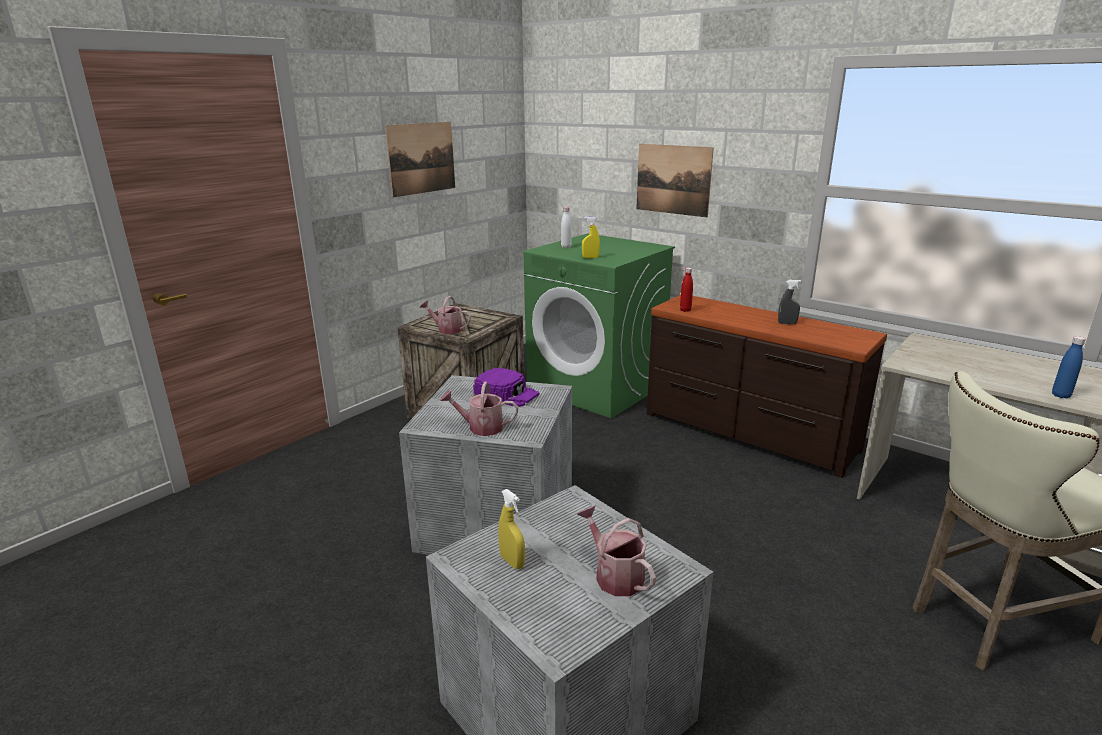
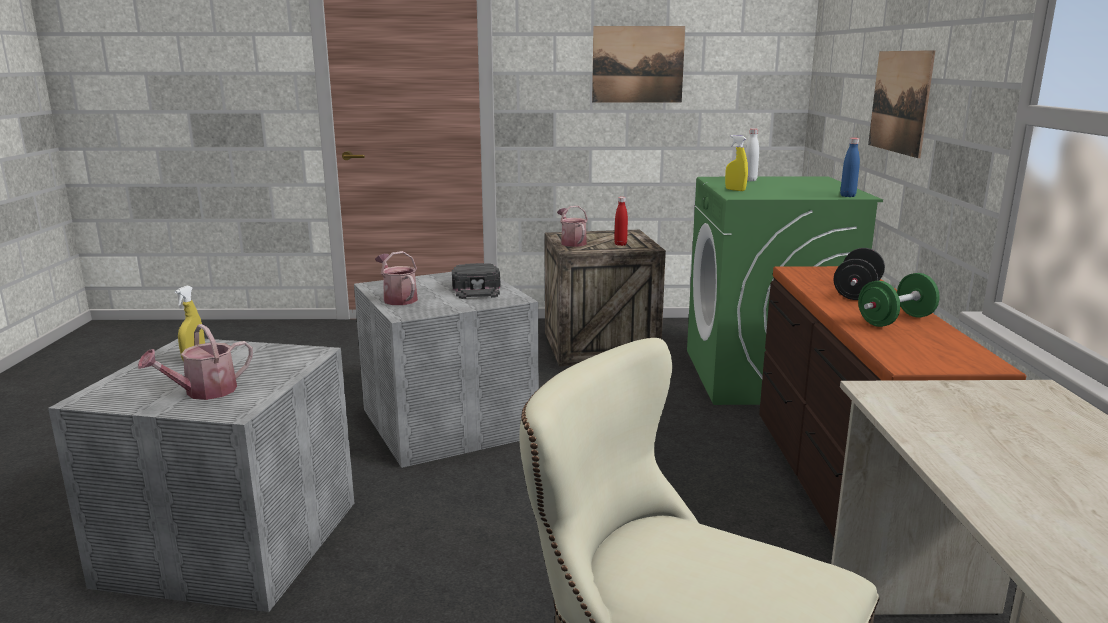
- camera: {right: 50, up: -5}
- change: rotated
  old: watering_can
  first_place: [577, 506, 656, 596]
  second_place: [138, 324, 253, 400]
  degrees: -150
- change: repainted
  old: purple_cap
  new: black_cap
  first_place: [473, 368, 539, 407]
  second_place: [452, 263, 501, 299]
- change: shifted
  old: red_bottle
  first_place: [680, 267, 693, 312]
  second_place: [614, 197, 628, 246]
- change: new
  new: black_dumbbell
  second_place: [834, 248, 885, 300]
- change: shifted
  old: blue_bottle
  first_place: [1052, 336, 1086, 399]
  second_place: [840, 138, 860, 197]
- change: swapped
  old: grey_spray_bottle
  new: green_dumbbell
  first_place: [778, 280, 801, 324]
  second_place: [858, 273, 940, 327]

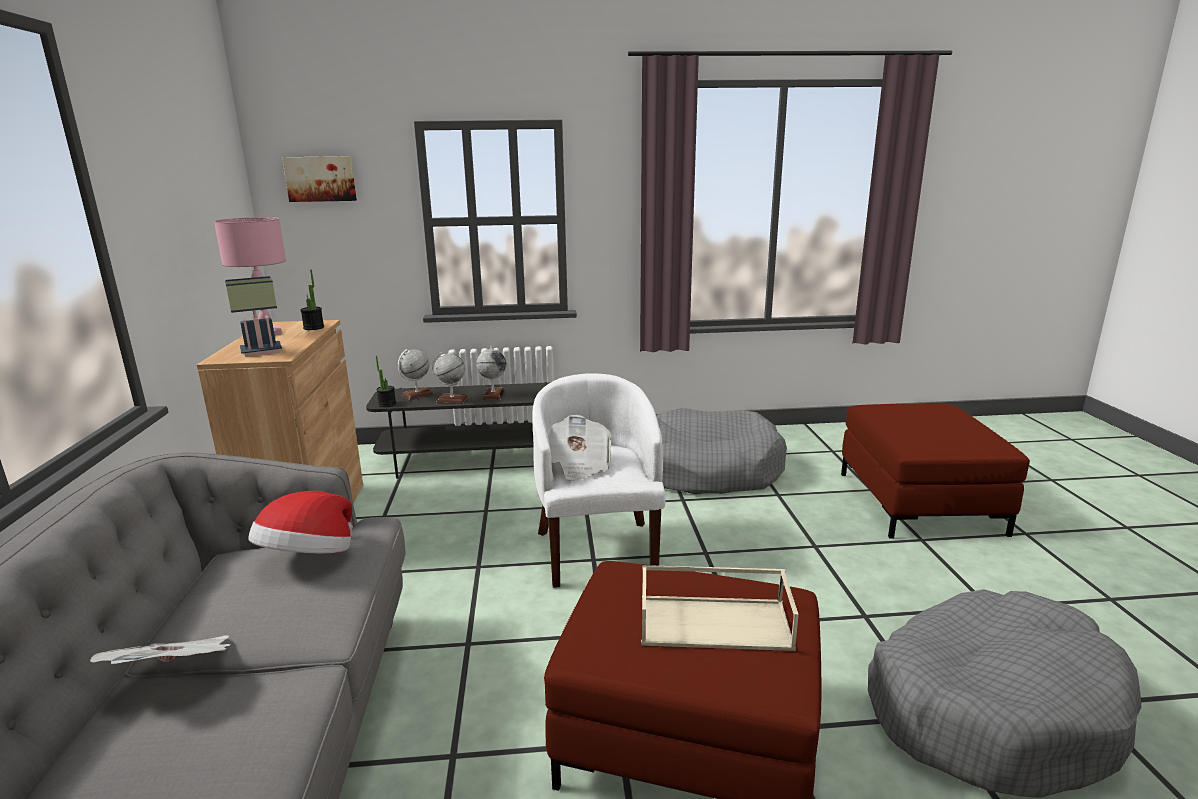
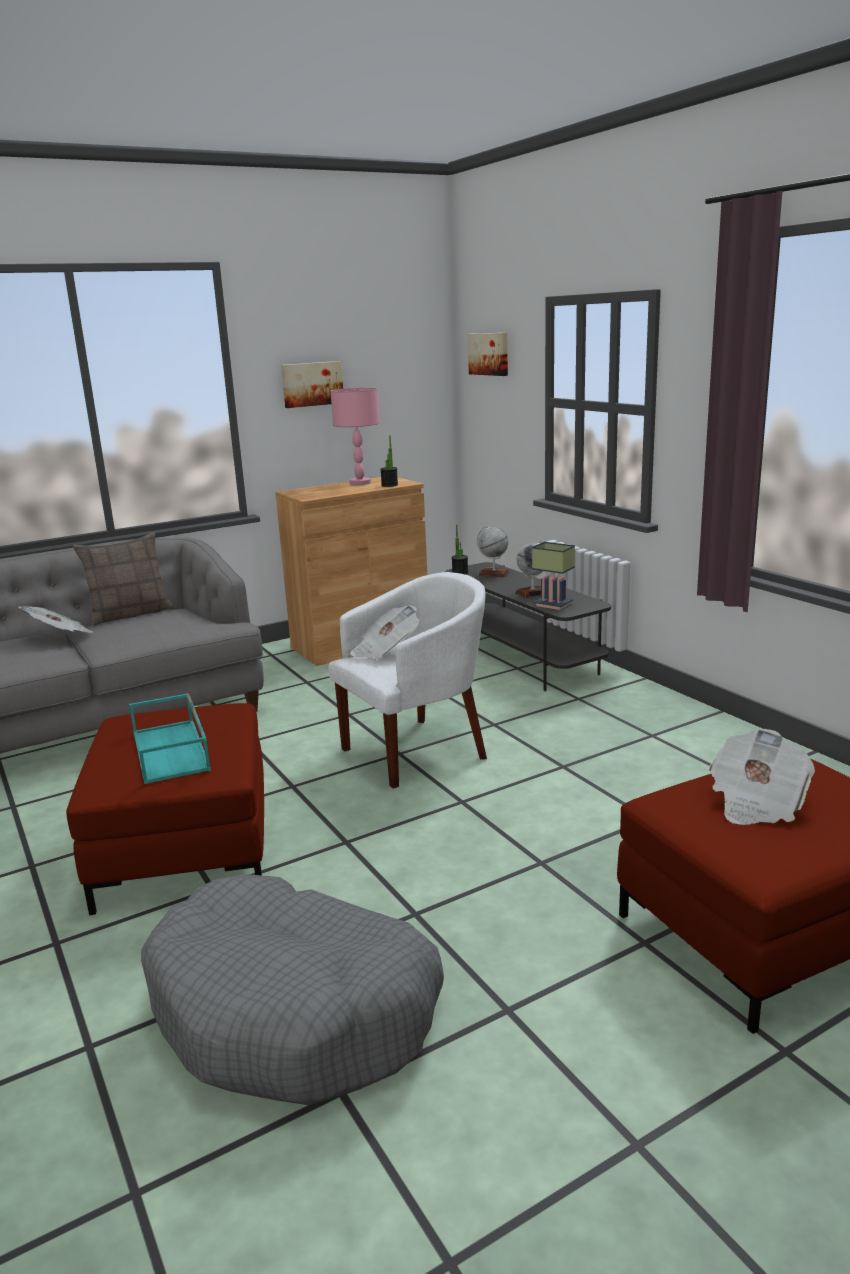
- camera: {right: 65, up: 0}
- change: new
  new: pillow
  second_place: [73, 532, 174, 626]
- change: repainted
  old: beige_tray
  new: turquoise_tray
  first_place: [641, 565, 799, 651]
  second_place: [129, 693, 211, 784]
- change: new
  new: picture
  second_place: [281, 361, 343, 408]
- change: shifted
  old: table_lamp
  first_place: [225, 276, 282, 357]
  second_place: [532, 542, 575, 610]
- change: new
  new: newspaper
  second_place: [709, 729, 815, 825]
- change: gone
  old: hat
  first_place: [248, 491, 353, 553]
- change: gone
  old: globe
  first_place: [432, 352, 469, 404]
- change: gone
  old: grey_dog_bed
  first_place: [656, 408, 787, 495]

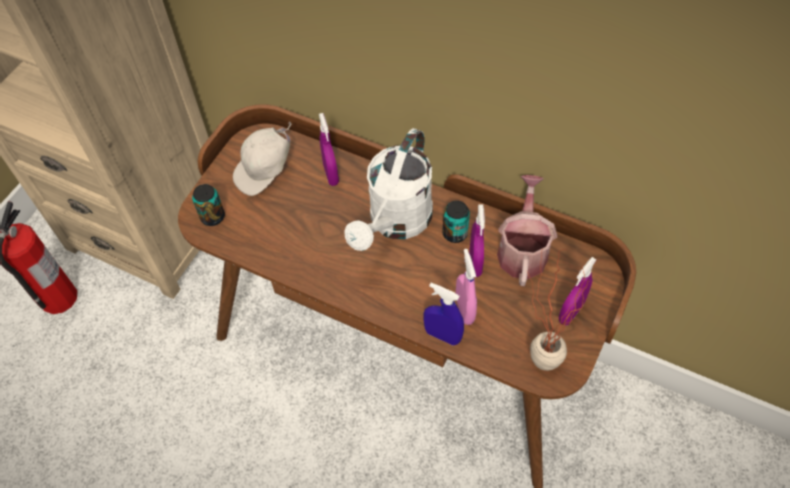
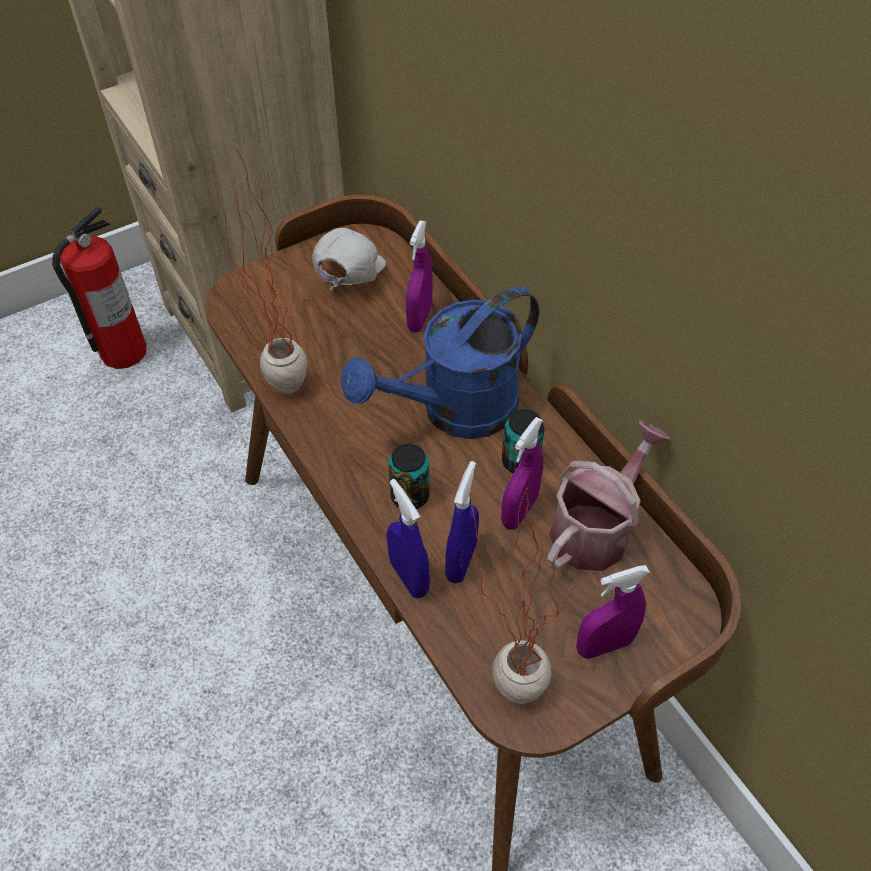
- camera: {right: 30, up: -5}
- change: new
  new: potted_plant
  second_place: [214, 146, 307, 394]
- change: rotated
  old: white_cap
  first_place: [233, 121, 292, 196]
  second_place: [312, 228, 386, 290]
  degrees: 120
- change: repainted
  old: white_watering_can
  new: blue_watering_can
  first_place: [344, 128, 433, 251]
  second_place: [341, 287, 539, 439]
- change: shifted
  old: can
  first_place: [192, 184, 225, 226]
  second_place: [388, 444, 430, 509]
- change: repainted
  old: pink_spray_bottle
  new: blue_spray_bottle
  first_place: [456, 249, 477, 325]
  second_place: [445, 461, 479, 583]

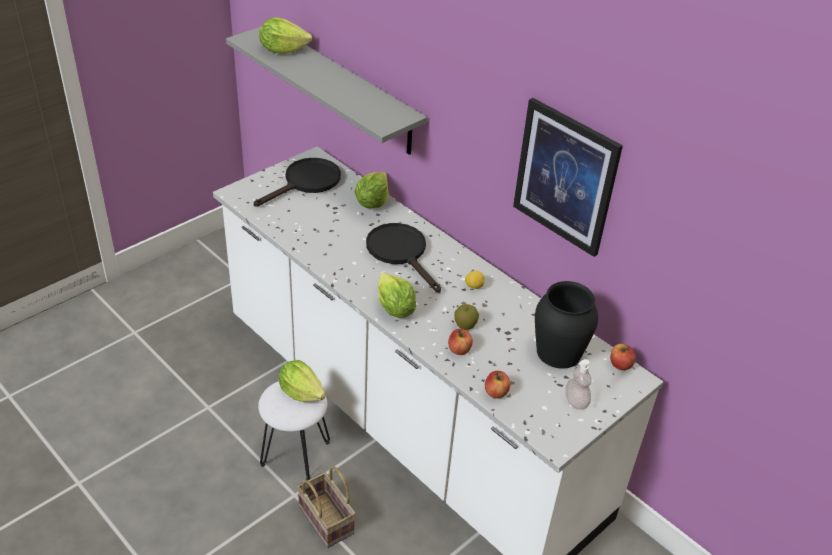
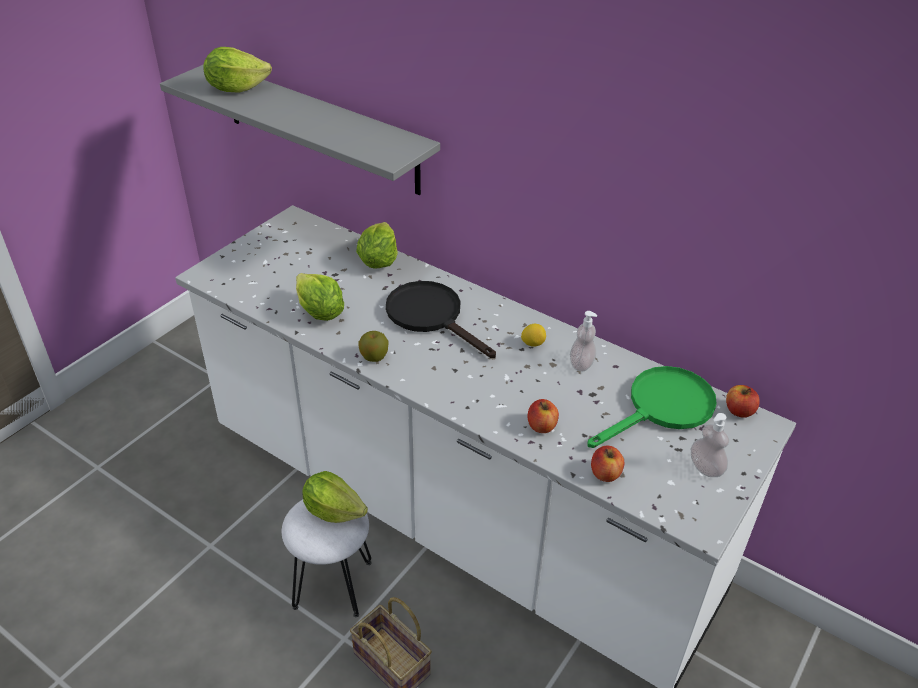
- camera: {right: -10, up: 0}
- change: shifted
  old: lettuce
  first_place: [378, 272, 416, 318]
  second_place: [296, 273, 344, 321]
- change: shifted
  old: apple
  first_place: [454, 304, 479, 330]
  second_place: [358, 331, 388, 362]
- change: new
  new: soap_dispenser
  second_place: [570, 311, 597, 371]
- change: swapped
  old: black_vase
  new: green_frying_pan
  first_place: [535, 281, 598, 369]
  second_place: [588, 366, 717, 448]
- change: gone
  old: black_frying_pan
  first_place: [254, 158, 341, 206]
- change: gone
  old: picture
  first_place: [513, 98, 623, 257]

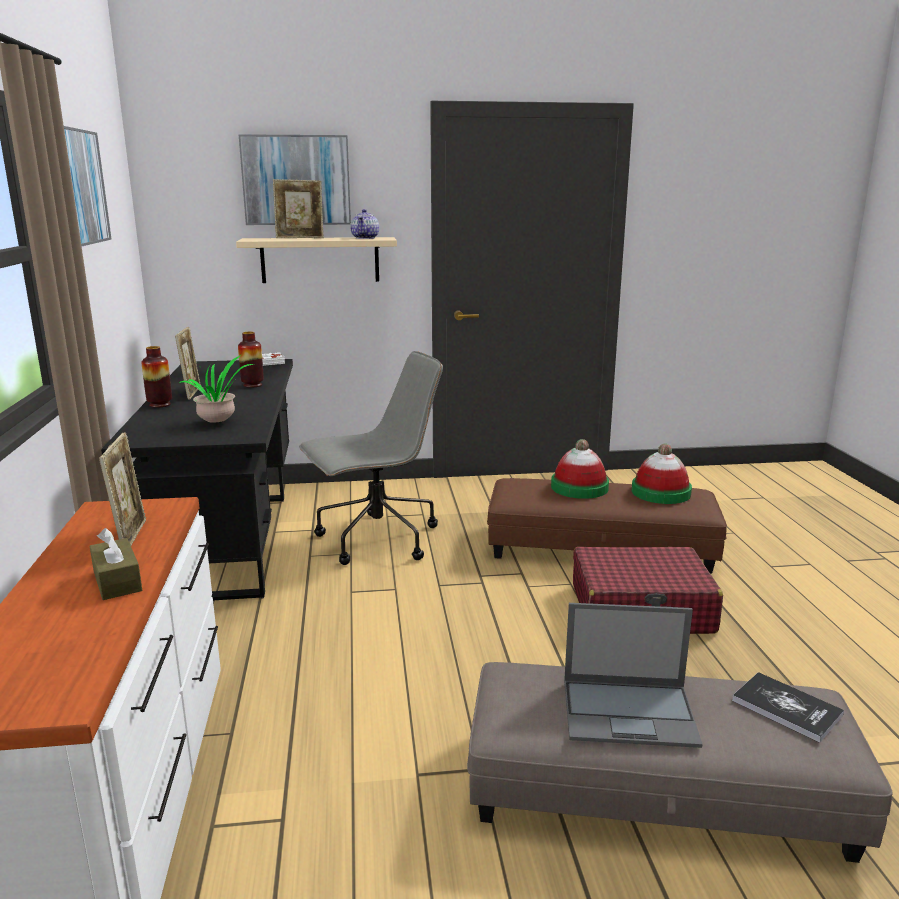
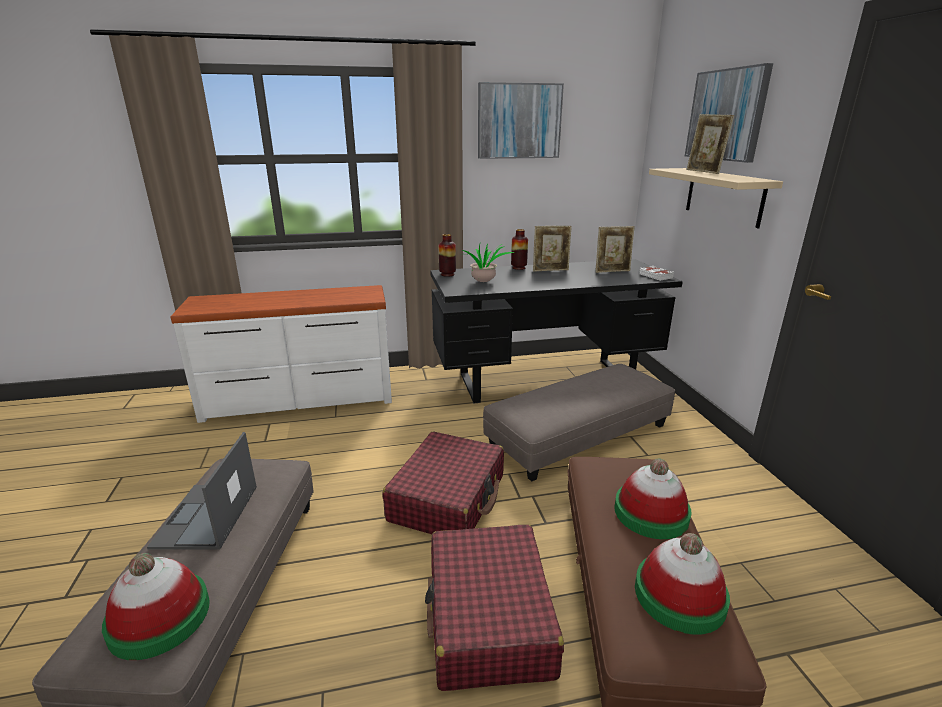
- camera: {right: 85, up: 5}
- change: swapped
  old: book
  new: hat
  first_place: [732, 672, 844, 743]
  second_place: [102, 553, 210, 660]
- change: new
  new: red_suitcase
  second_place: [383, 432, 504, 534]
- change: shifted
  old: vase
  first_place: [238, 332, 264, 388]
  second_place: [439, 234, 456, 277]
- change: swapped
  old: grey_office_chair
  new: grey_ottoman
  first_place: [299, 351, 443, 565]
  second_place: [483, 364, 675, 482]
- change: shifted
  old: picture_frame
  first_place: [99, 432, 146, 545]
  second_place: [595, 226, 635, 273]
- change: gone
  old: brown_tissue_box
  first_place: [90, 528, 142, 600]
- change: gone
  old: teapot
  first_place: [350, 209, 379, 239]

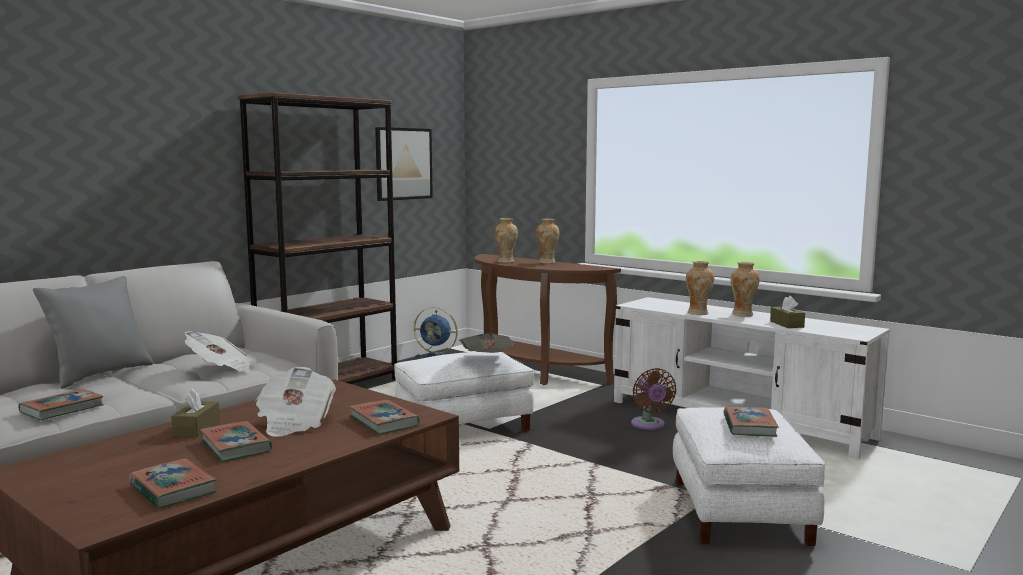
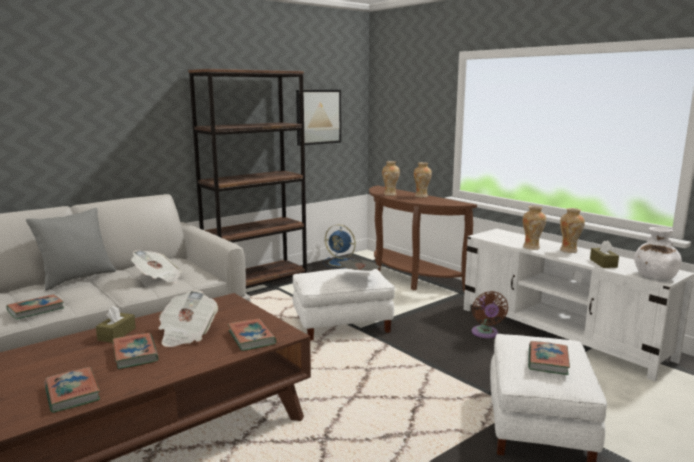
- camera: {right: 10, up: 5}
- change: new
  new: white_vase
  second_place: [634, 227, 682, 279]

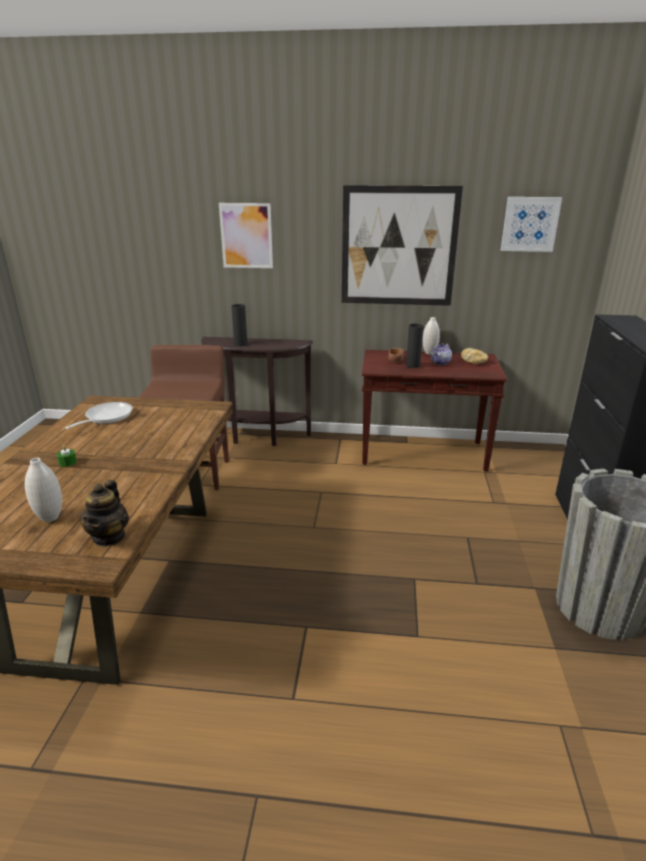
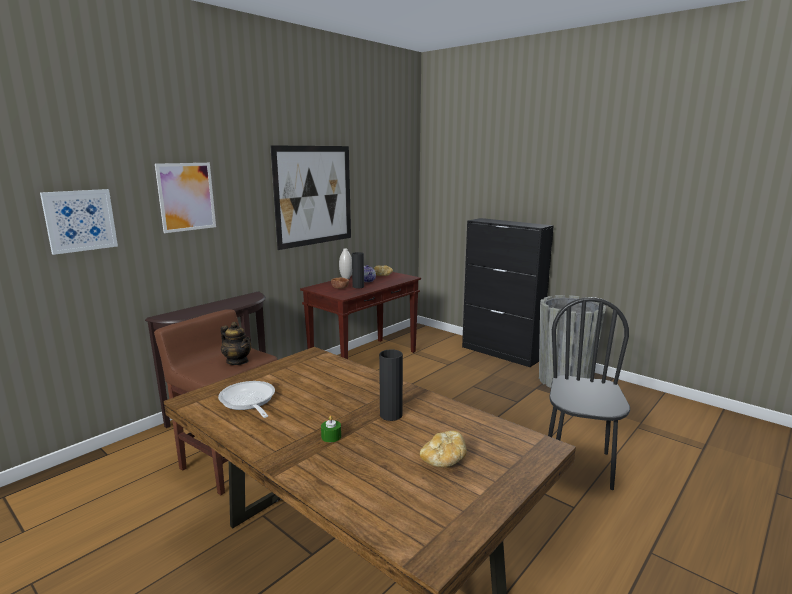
- camera: {right: -55, up: -10}
- change: shifted
  old: picture
  first_place: [501, 197, 562, 252]
  second_place: [40, 189, 118, 255]
- change: shifted
  old: teapot
  first_place: [80, 480, 129, 546]
  second_place: [220, 322, 251, 365]
- change: shifted
  old: black_vase
  first_place: [231, 304, 247, 346]
  second_place: [379, 349, 403, 421]
- change: swapped
  old: white_vase
  new: bread
  first_place: [25, 458, 62, 522]
  second_place: [420, 431, 467, 467]
- change: new
  new: black_chair
  second_place: [548, 297, 630, 490]

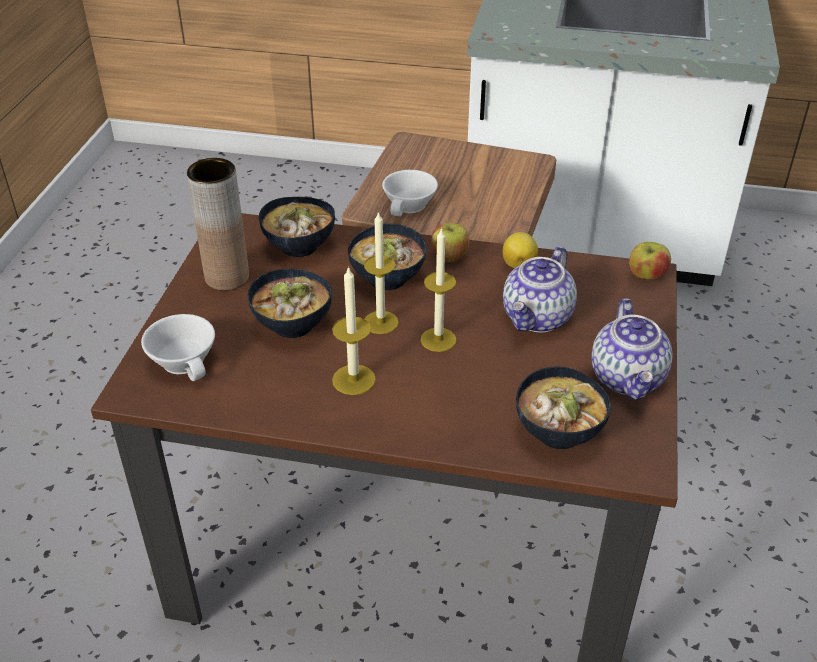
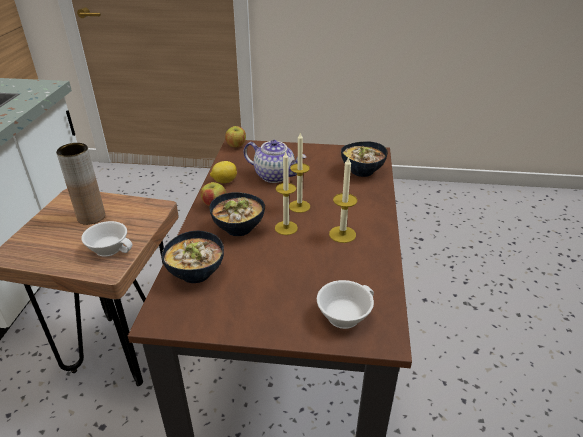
- camera: {right: -95, up: -5}
- change: shifted
  old: brown_vase
  first_place: [187, 158, 249, 291]
  second_place: [56, 143, 105, 225]
- change: gone
  old: bowl
  first_place: [248, 268, 332, 338]
- change: gone
  old: teapot
  first_place: [591, 298, 673, 400]

